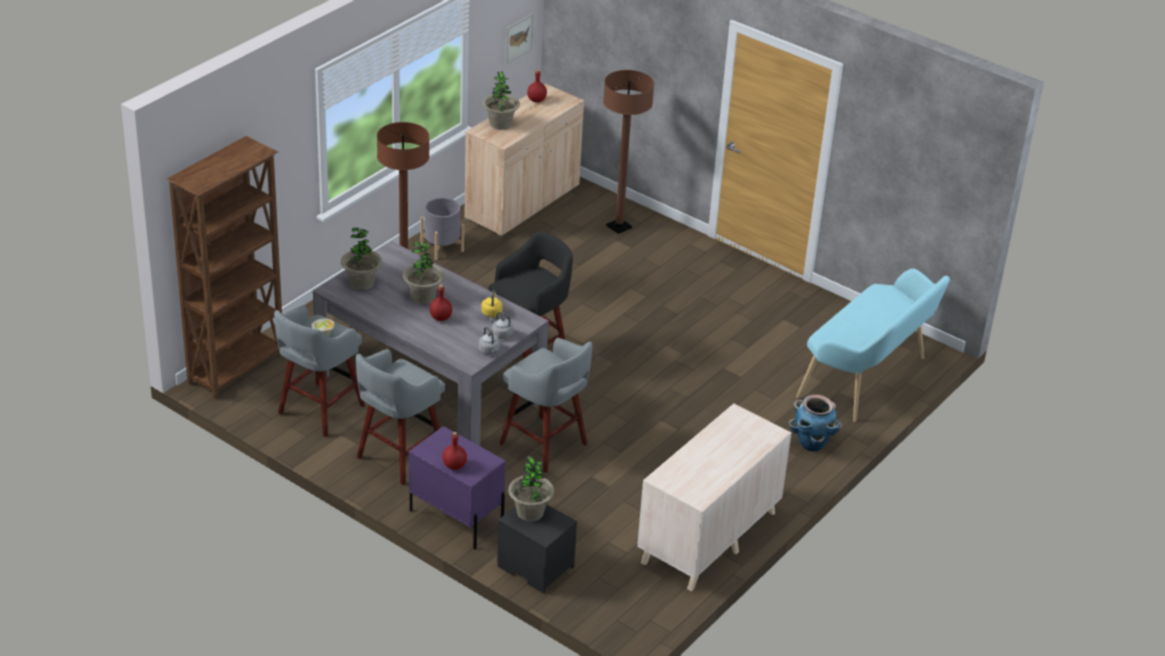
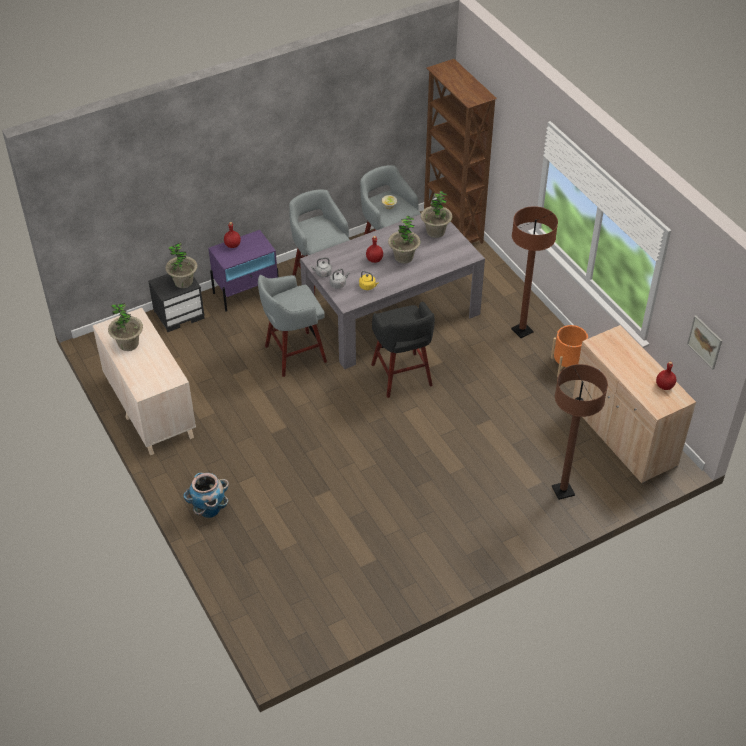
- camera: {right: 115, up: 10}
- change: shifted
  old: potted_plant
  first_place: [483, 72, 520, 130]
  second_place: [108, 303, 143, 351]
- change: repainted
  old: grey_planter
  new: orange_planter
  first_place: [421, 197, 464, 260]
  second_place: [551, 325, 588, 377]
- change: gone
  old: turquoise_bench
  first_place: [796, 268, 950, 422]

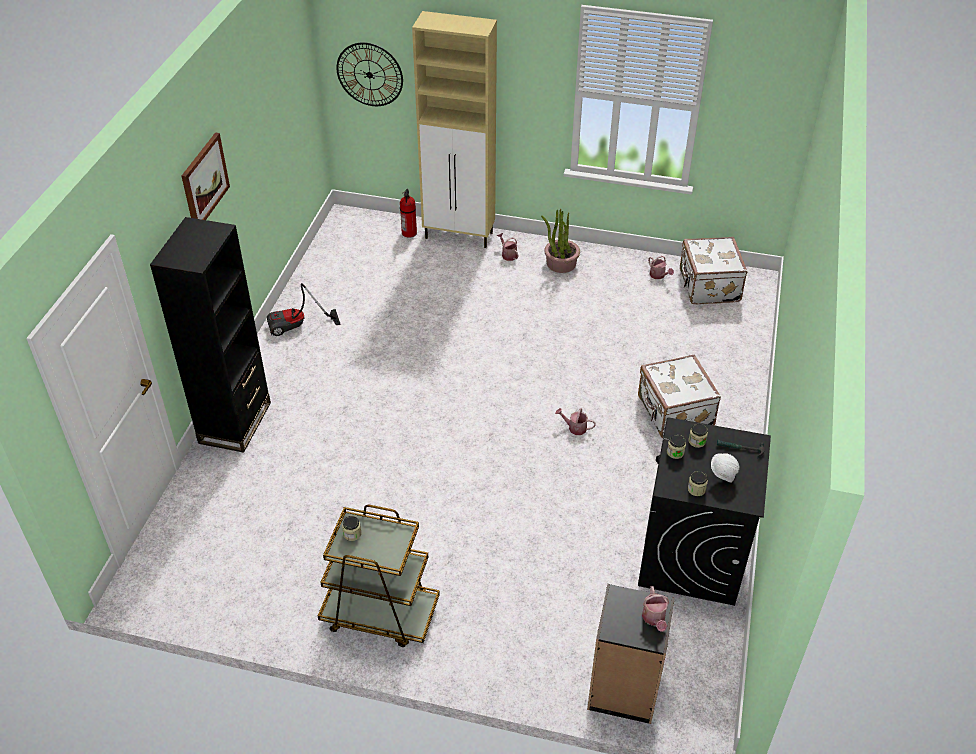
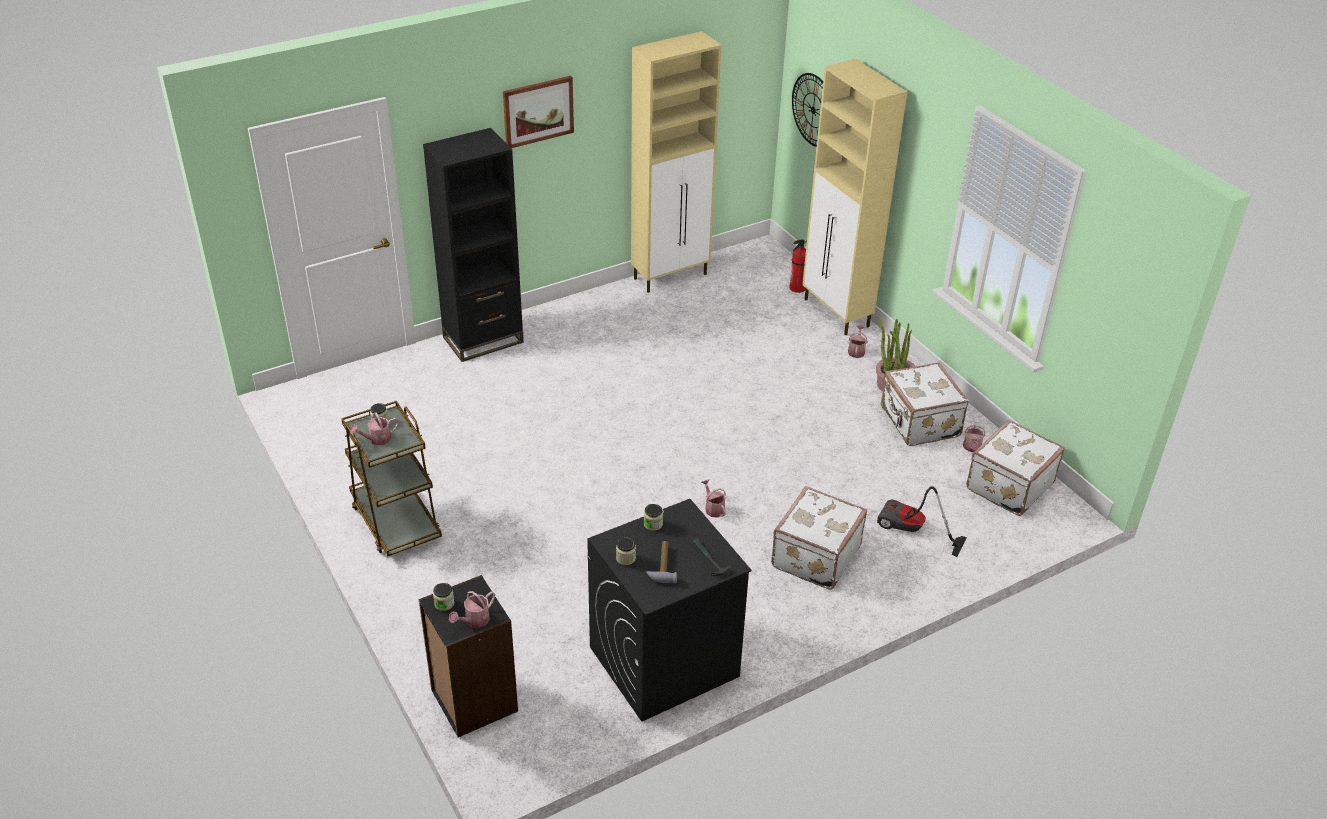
- camera: {right: 45, up: -5}
- change: new
  new: watering_can
  second_place: [350, 412, 399, 445]
- change: shifted
  old: jar
  first_place: [689, 423, 708, 448]
  second_place: [433, 583, 454, 611]
- change: new
  new: beige_cabinet
  second_place: [631, 31, 722, 293]
- change: swapped
  old: white_hard_hat
  new: hammer
  first_place: [711, 453, 739, 483]
  second_place: [646, 541, 677, 584]
- change: shifted
  old: vacuum_cleaner
  first_place: [267, 283, 341, 336]
  second_place: [877, 486, 967, 557]
- change: new
  new: white_suitcase
  second_place: [881, 362, 969, 446]

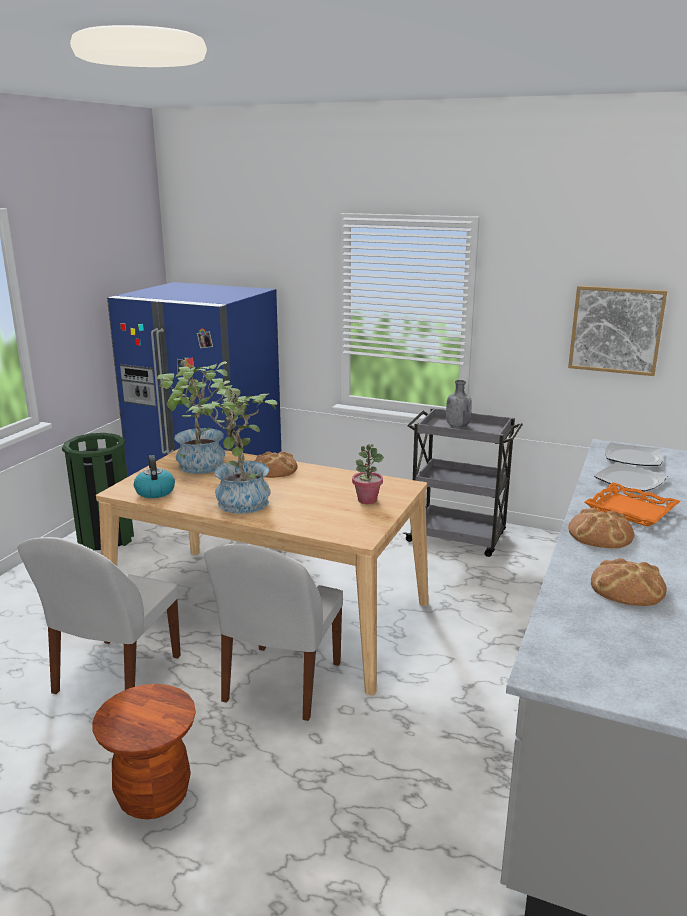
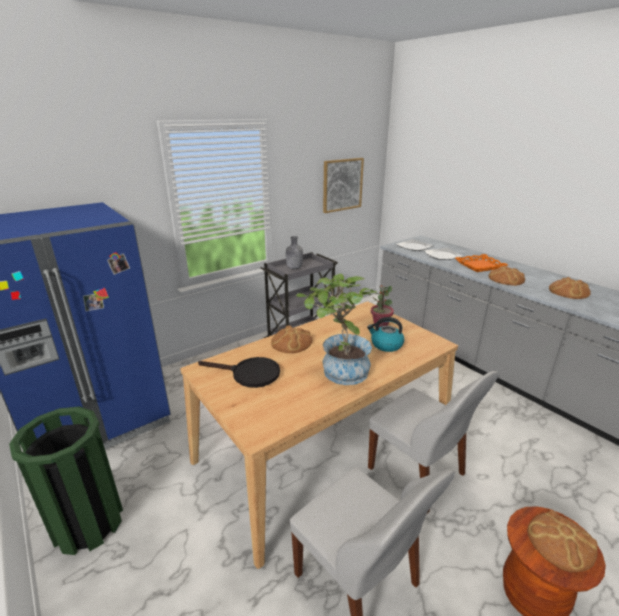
- camera: {right: -60, up: 5}
- change: swapped
  old: potted_plant
  new: black_frying_pan
  first_place: [157, 362, 231, 474]
  second_place: [198, 357, 280, 388]
- change: shifted
  old: kettle
  first_place: [134, 455, 175, 498]
  second_place: [367, 317, 405, 352]
- change: new
  new: bread
  second_place: [527, 511, 598, 572]

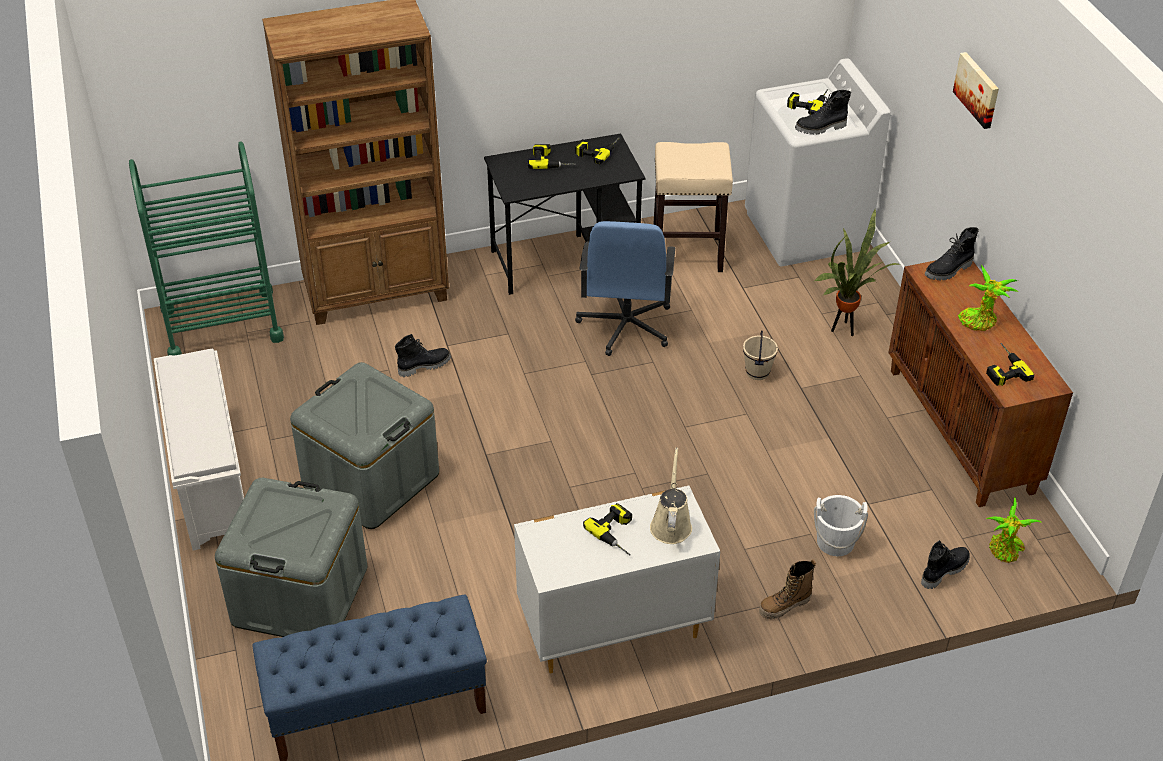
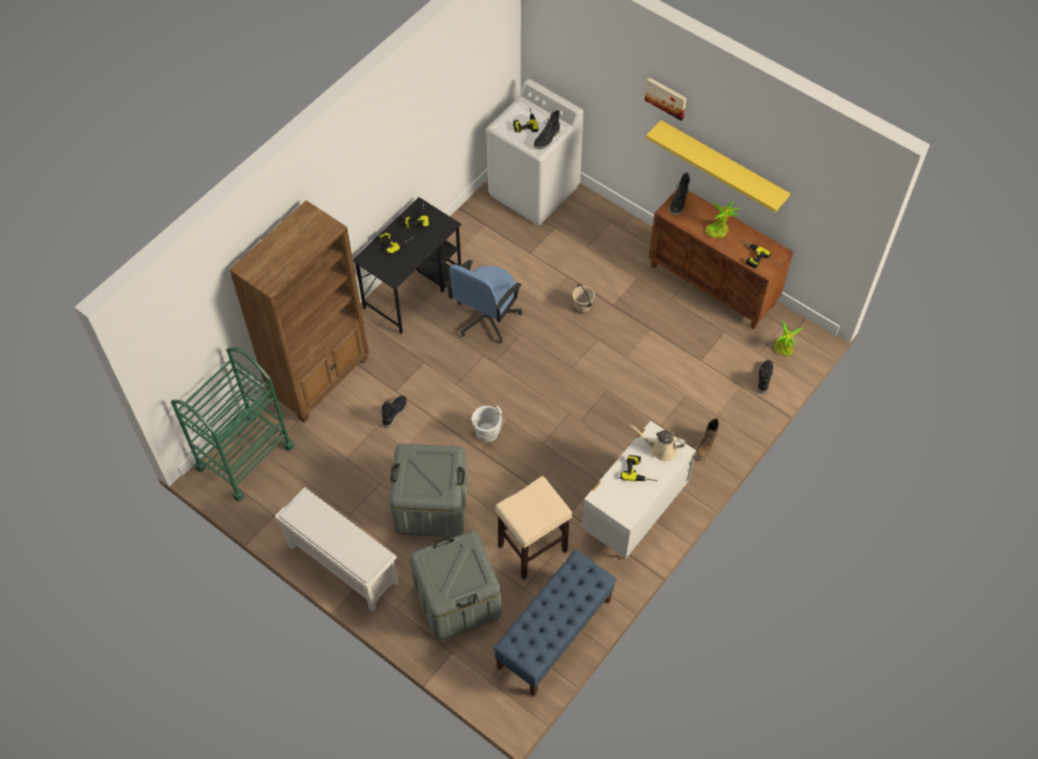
- camera: {right: -35, up: 15}
- change: rotated
  old: blue_office_chair
  first_place: [575, 221, 675, 356]
  second_place: [446, 260, 522, 343]
  degrees: 60
- change: shifted
  old: white_bucket
  first_place: [814, 495, 868, 556]
  second_place: [471, 406, 502, 442]
- change: shifted
  old: beige_stool
  first_place: [653, 142, 733, 272]
  second_place: [496, 476, 572, 580]
- change: rotated
  old: beige_watering_can
  first_place: [650, 448, 692, 544]
  second_place: [630, 425, 685, 461]
  degrees: -45
- change: new
  new: yellow_shelf
  second_place: [646, 120, 790, 212]
- change: gone
  old: potted_plant
  first_place: [814, 208, 901, 336]

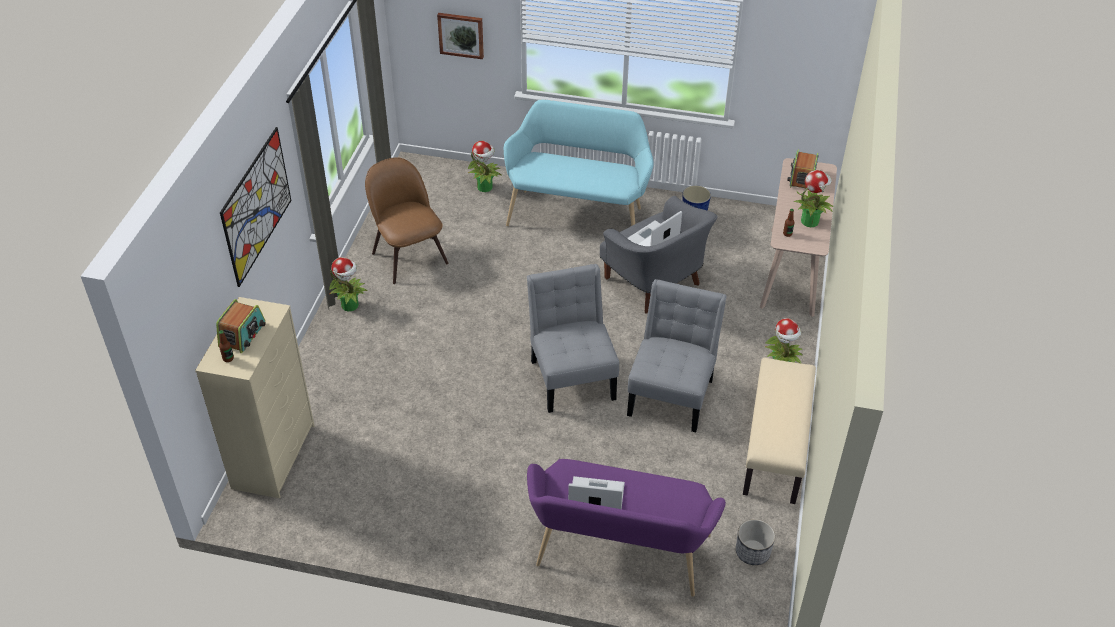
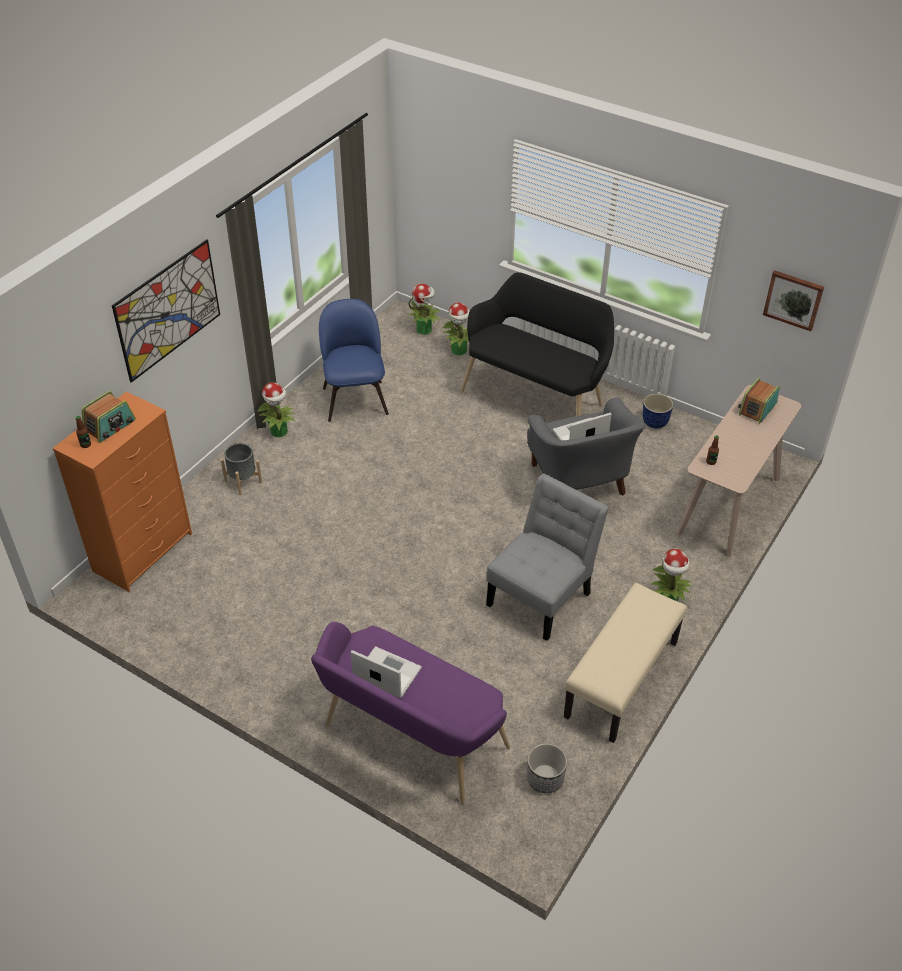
- camera: {right: 20, up: 0}
- change: repainted
  old: beige_dresser
  new: orange_dresser
  first_place: [195, 297, 315, 498]
  second_place: [53, 392, 192, 592]
- change: new
  new: grey_planter
  second_place: [221, 443, 262, 495]
- change: repainted
  old: brown_chair
  new: blue_chair
  first_place: [365, 157, 449, 284]
  second_place: [319, 299, 389, 422]
- change: shifted
  old: potted_plant
  first_place: [794, 170, 833, 227]
  second_place: [408, 284, 440, 335]
- change: repainted
  old: turquoise_bench
  new: black_bench
  first_place: [504, 99, 654, 226]
  second_place: [461, 272, 614, 416]
- change: shifted
  old: picture
  first_place: [437, 13, 484, 59]
  second_place: [763, 270, 824, 331]
- change: gone
  old: grey_chair
  first_place: [527, 264, 619, 413]

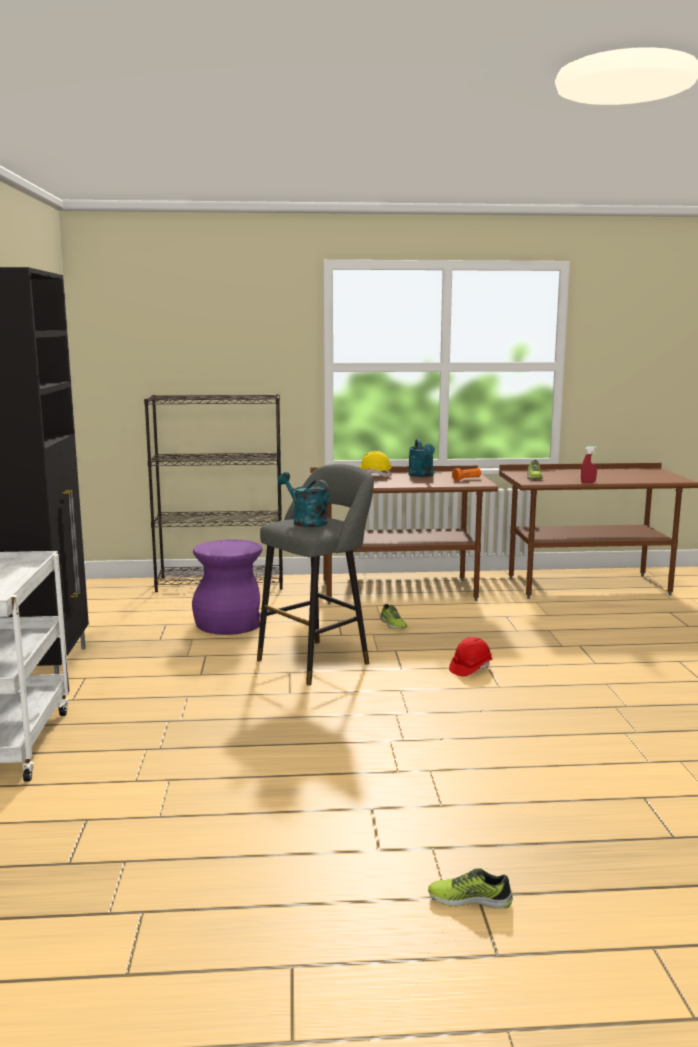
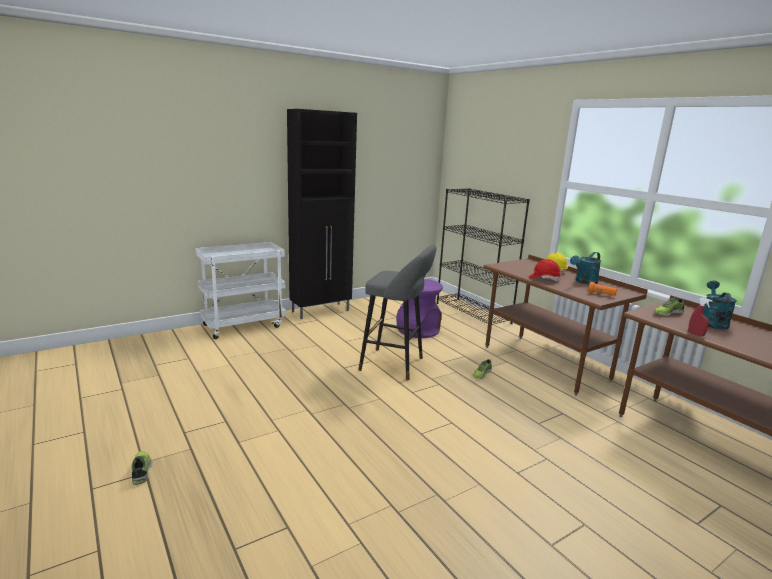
- camera: {right: 60, up: 5}
- change: shifted
  old: red_hard_hat
  first_place: [449, 637, 492, 676]
  second_place: [529, 259, 561, 282]
- change: shifted
  old: turquoise_watering_can
  first_place: [278, 472, 330, 527]
  second_place: [703, 281, 737, 330]

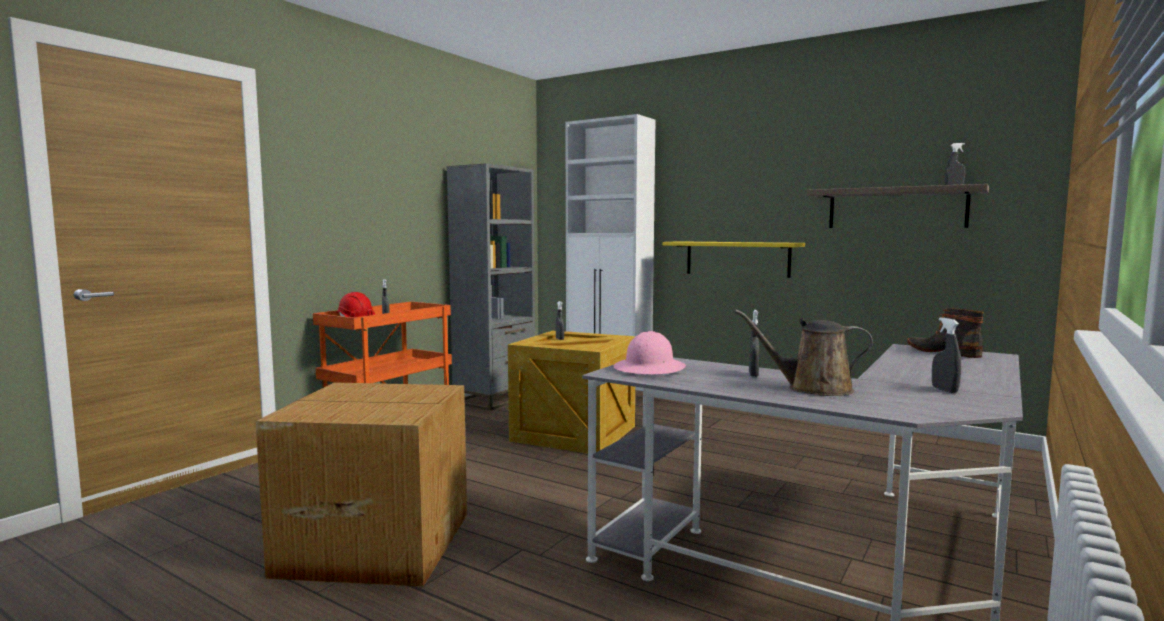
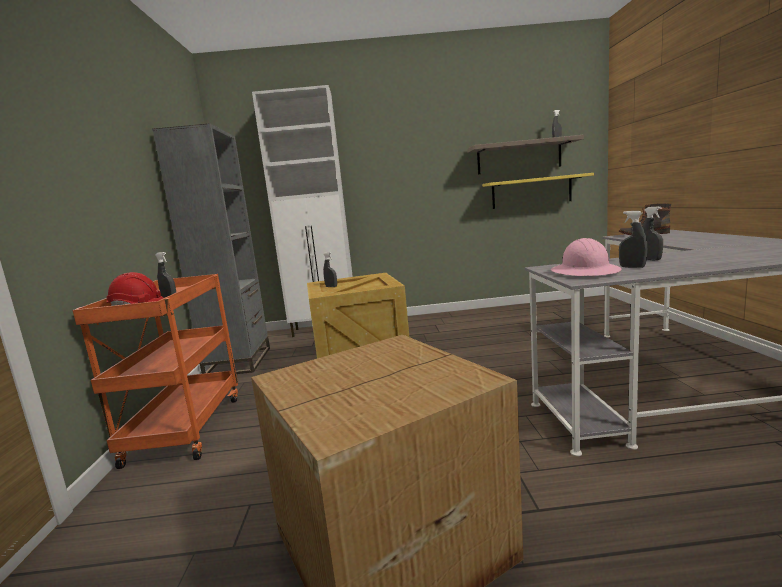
- camera: {right: -35, up: 5}
- change: shifted
  old: yellow_shelf
  first_place: [663, 241, 805, 278]
  second_place: [482, 173, 594, 209]
- change: shifted
  old: grey_spray_bottle
  first_place: [932, 318, 961, 393]
  second_place: [619, 211, 647, 268]
- change: gone
  old: brown_watering_can
  first_place: [735, 310, 873, 396]

